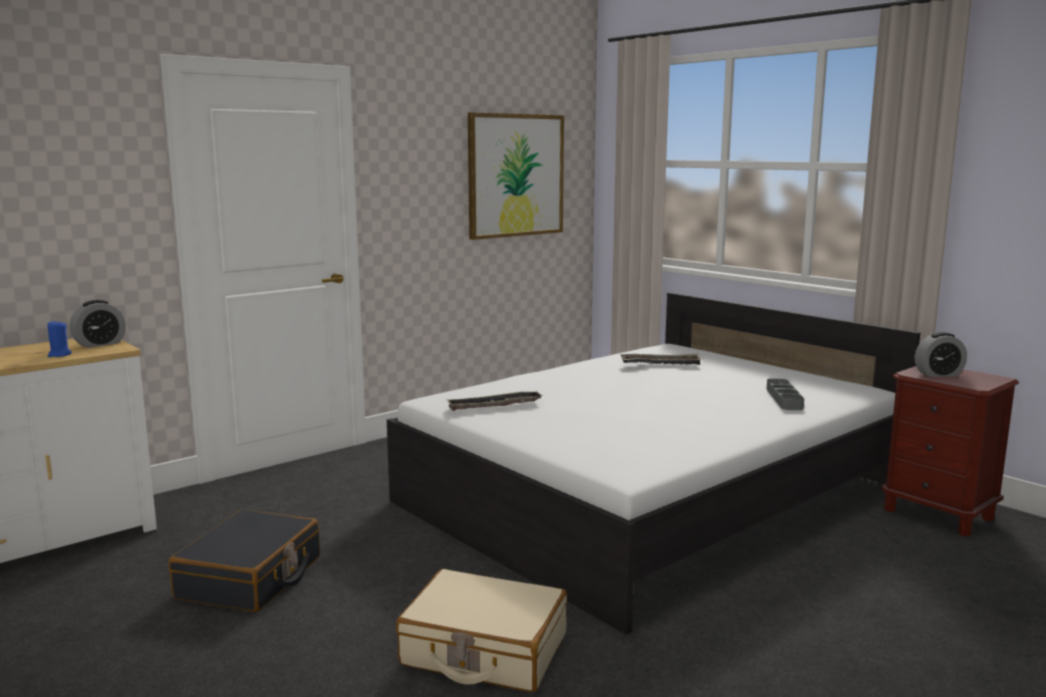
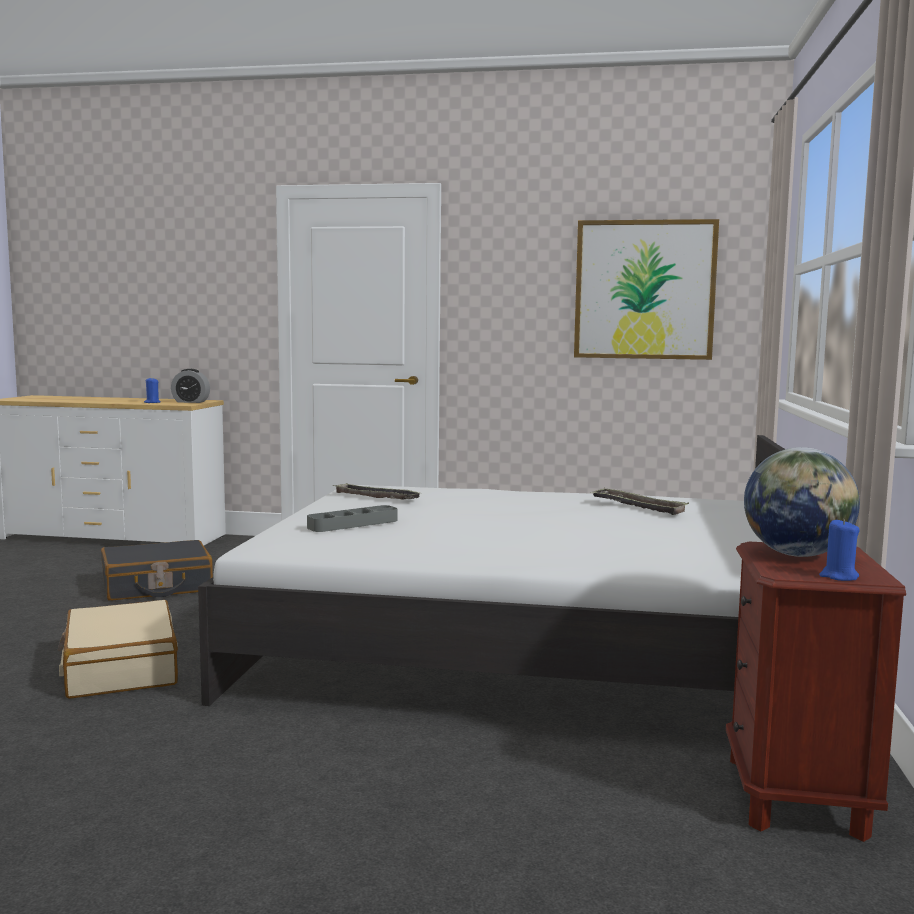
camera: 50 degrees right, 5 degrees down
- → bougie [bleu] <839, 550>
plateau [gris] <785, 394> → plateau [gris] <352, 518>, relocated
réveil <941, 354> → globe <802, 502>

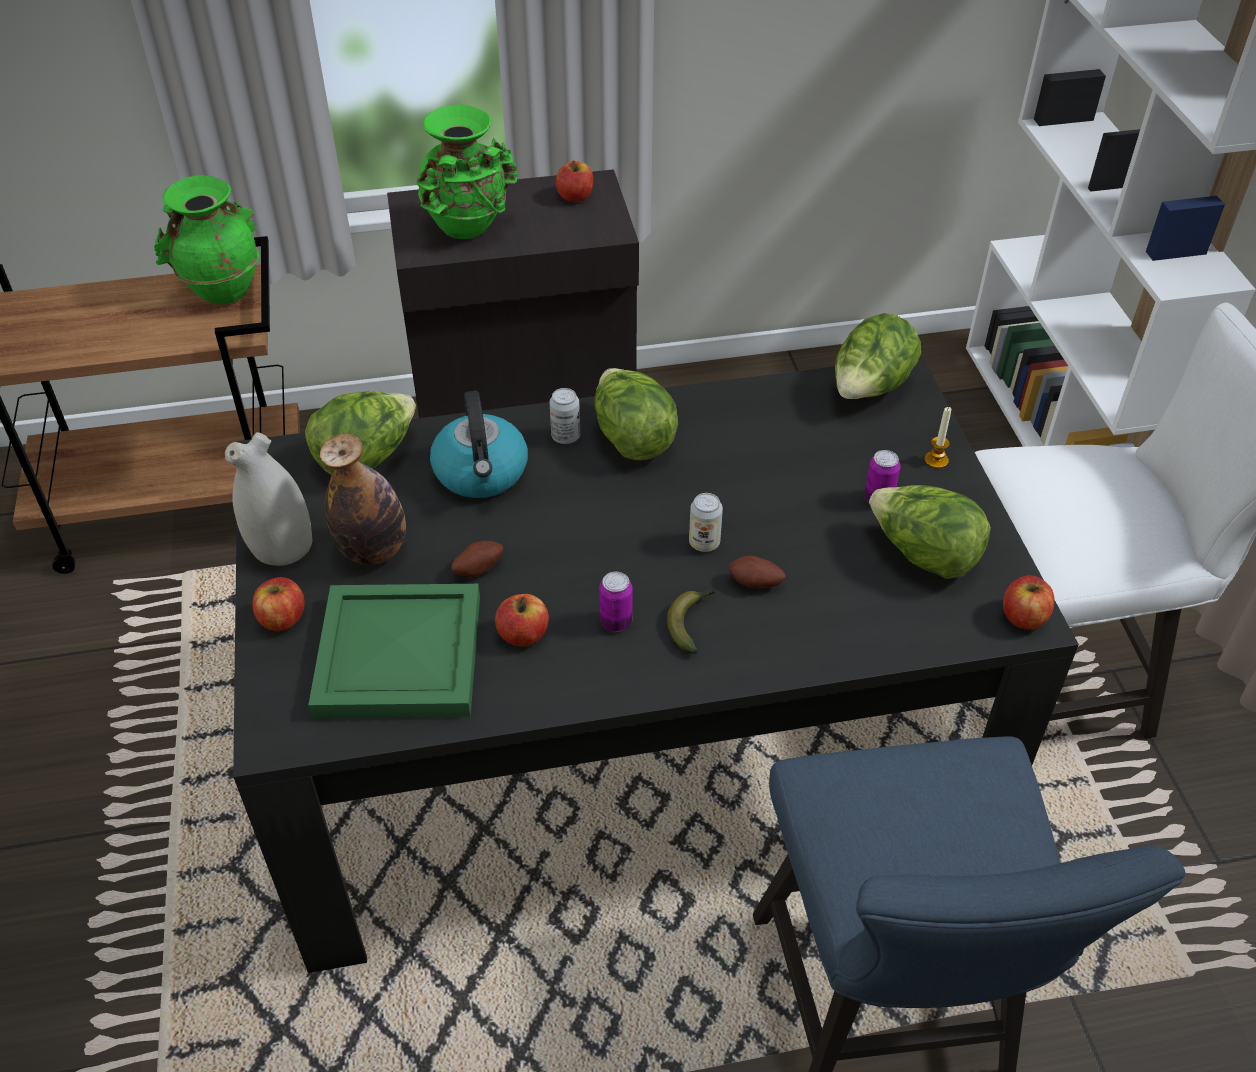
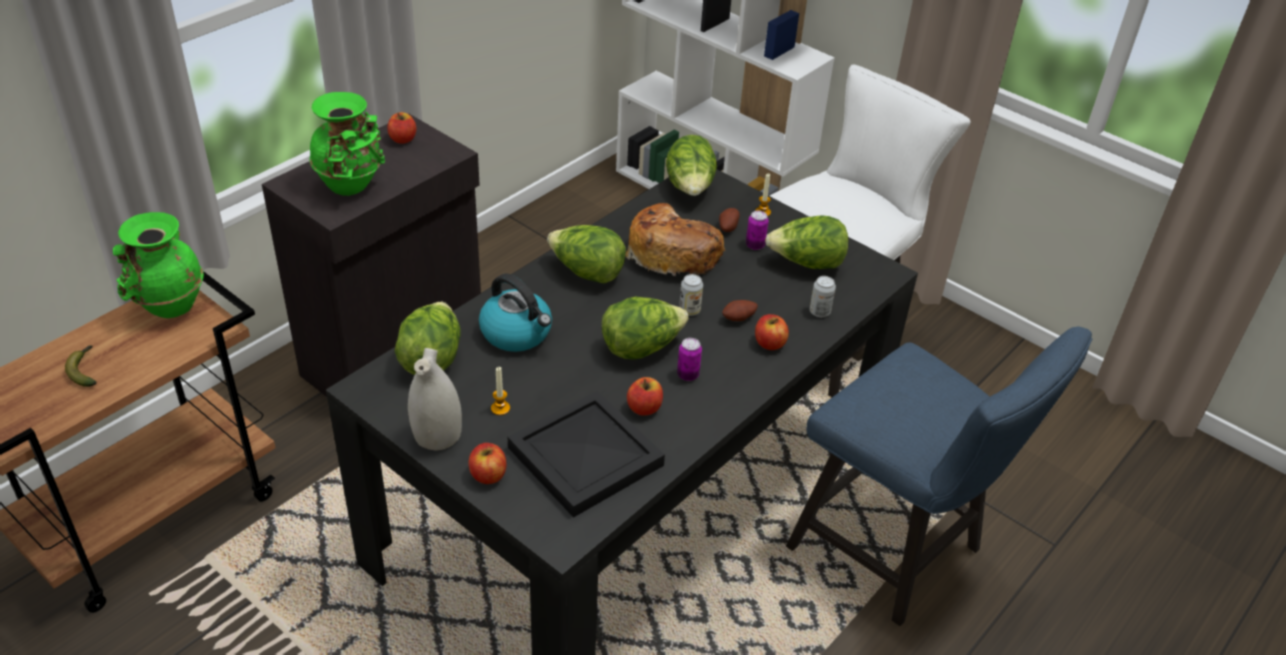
camera: 40 degrees left, 5 degrees down
- → laitue <645, 328>
- → pain <675, 239>
pomme de terre <477, 559> → pomme de terre <729, 220>, relocated
boîte métallique <565, 416> → boîte métallique <823, 296>, relocated
banane <691, 621> → banane <81, 366>, relocated
pomme <1029, 602> → pomme <772, 332>, relocated
bouteille <363, 499> → bougie <500, 391>
plateau [vert] <394, 651> → plateau [noir] <586, 454>

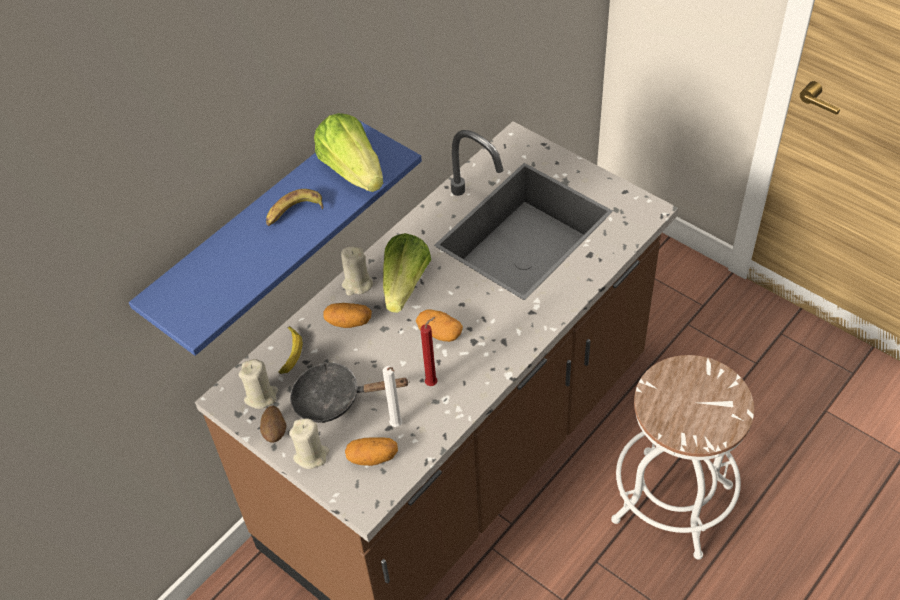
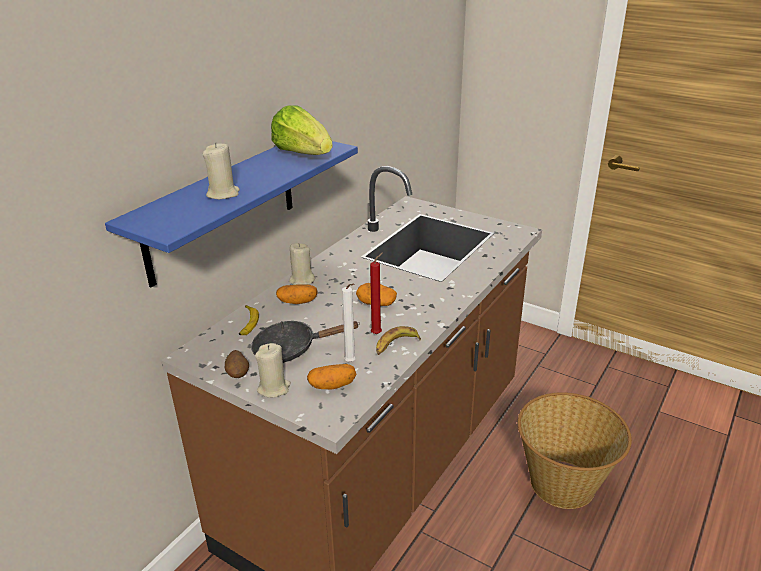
camera: 10 degrees left, 20 degrees down
laitue <407, 273> → -
bougie [beige] <258, 384> → bougie [beige] <221, 170>, relocated
banane <295, 207> → banane <398, 340>, relocated
tabouret [blanc] <682, 457> → panier <575, 450>

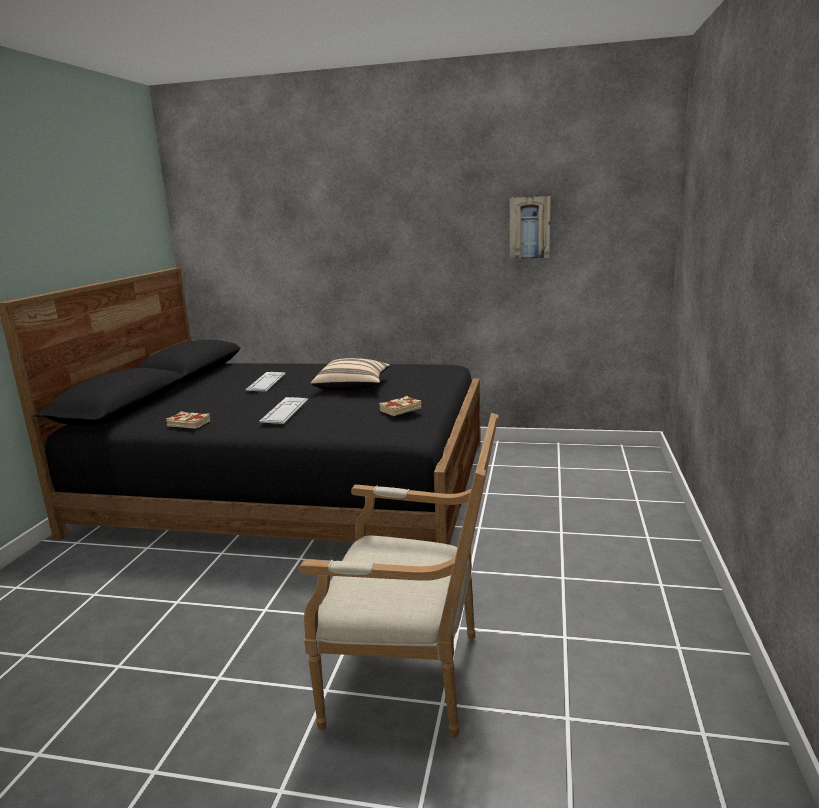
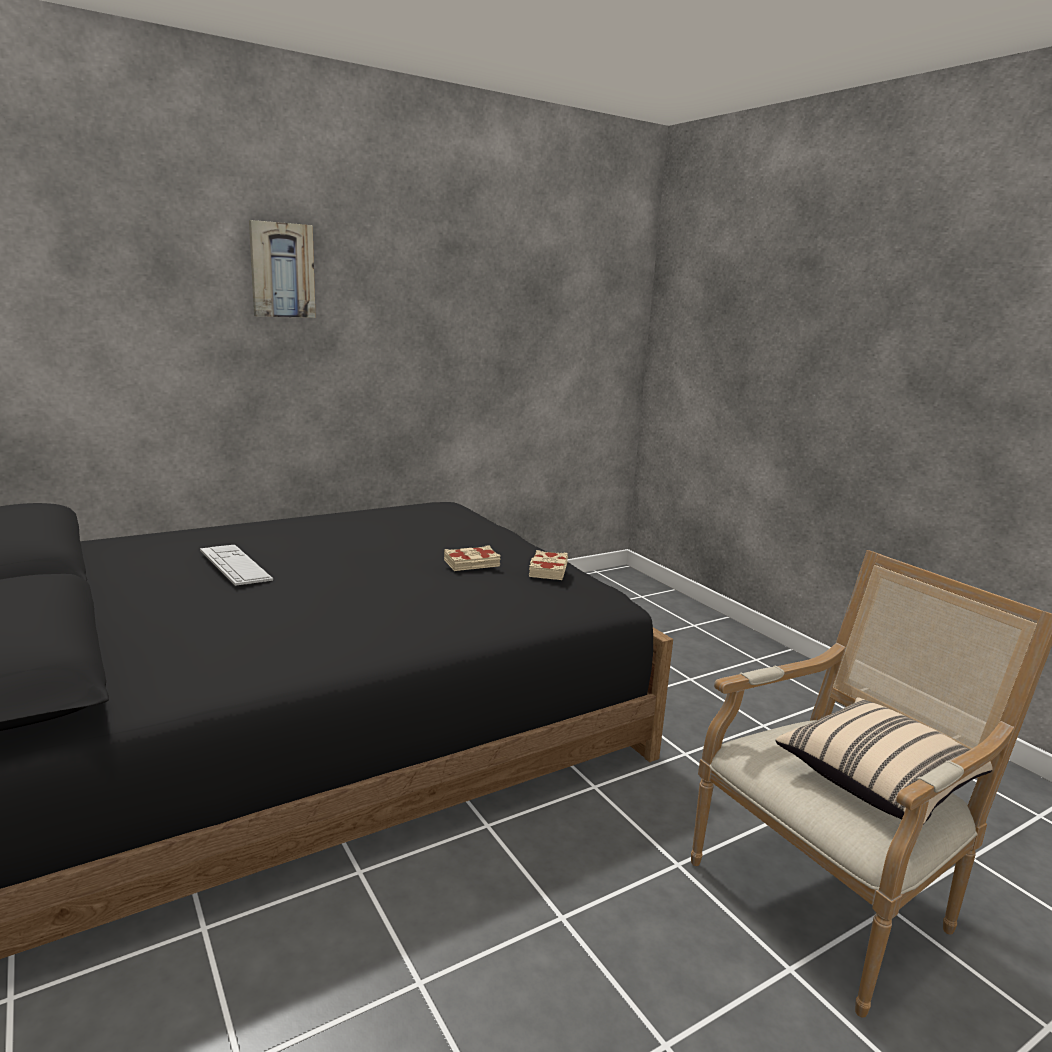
camera: 45 degrees left, 0 degrees up
clavier <283, 410> → -
livre [beige] <188, 420> → livre [beige] <472, 558>, relocated
coussin [beige] <350, 374> → coussin [beige] <884, 761>, relocated
tableau <530, 227> → tableau <282, 269>, relocated

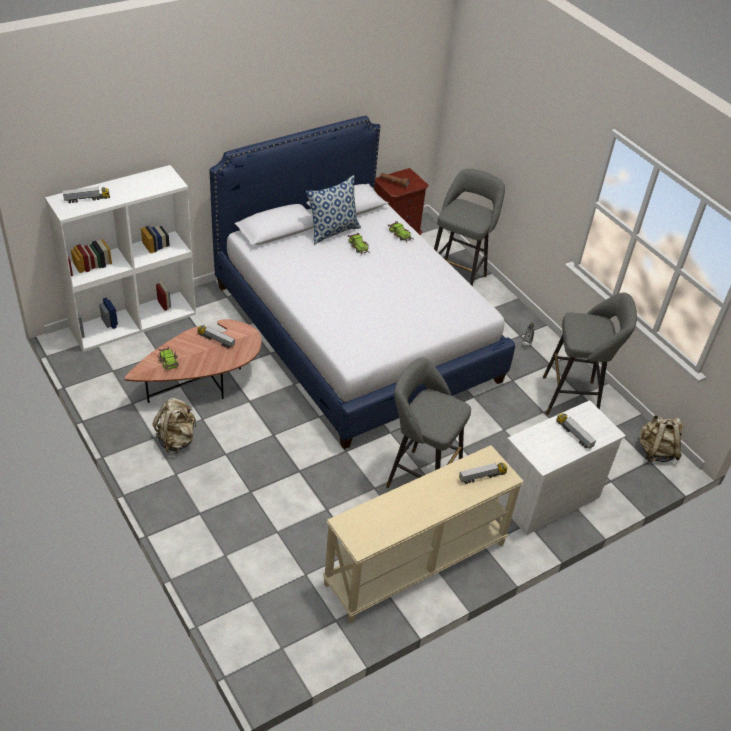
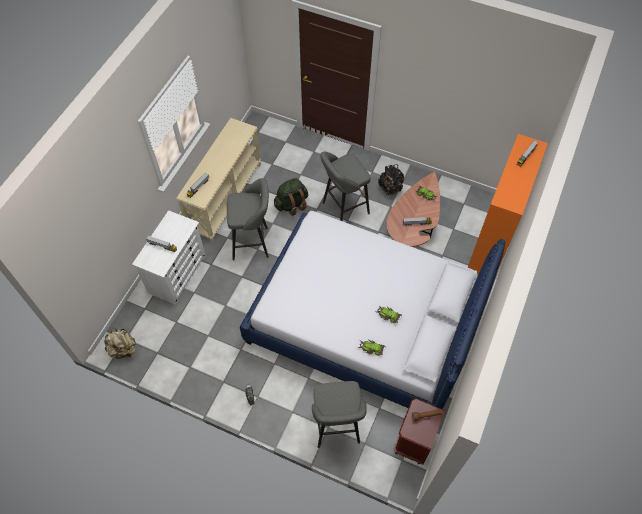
camera: 150 degrees right, 15 degrees up
coussin <333, 209> → -
- → sac à dos [vert] <291, 197>
tabouret [gris] <590, 354> → tabouret [gris] <345, 186>, relocated
bibliothèque [blanc] <120, 258> → bibliothèque [orange] <508, 204>
sac à dos [beige] <174, 425> → sac à dos [noir] <391, 179>

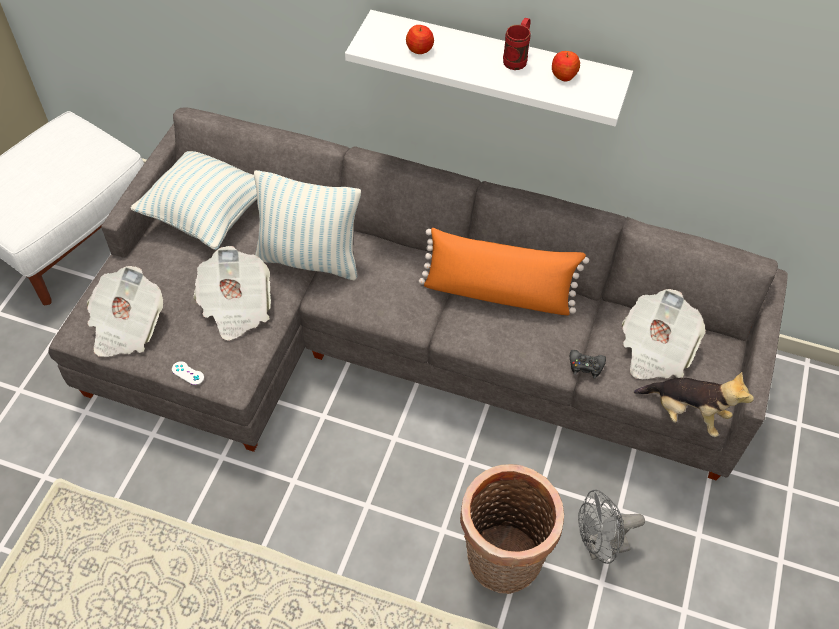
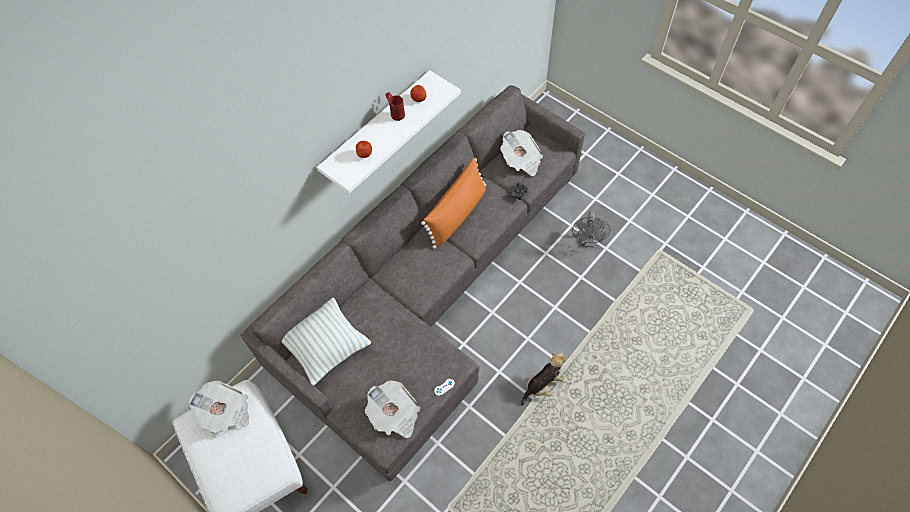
camera: 65 degrees left, 5 degrees up
coussin <307, 225> → -
panier <512, 529> → -
journal <232, 293> → journal <219, 407>, relocated
peluche <694, 404> → peluche <544, 379>, relocated

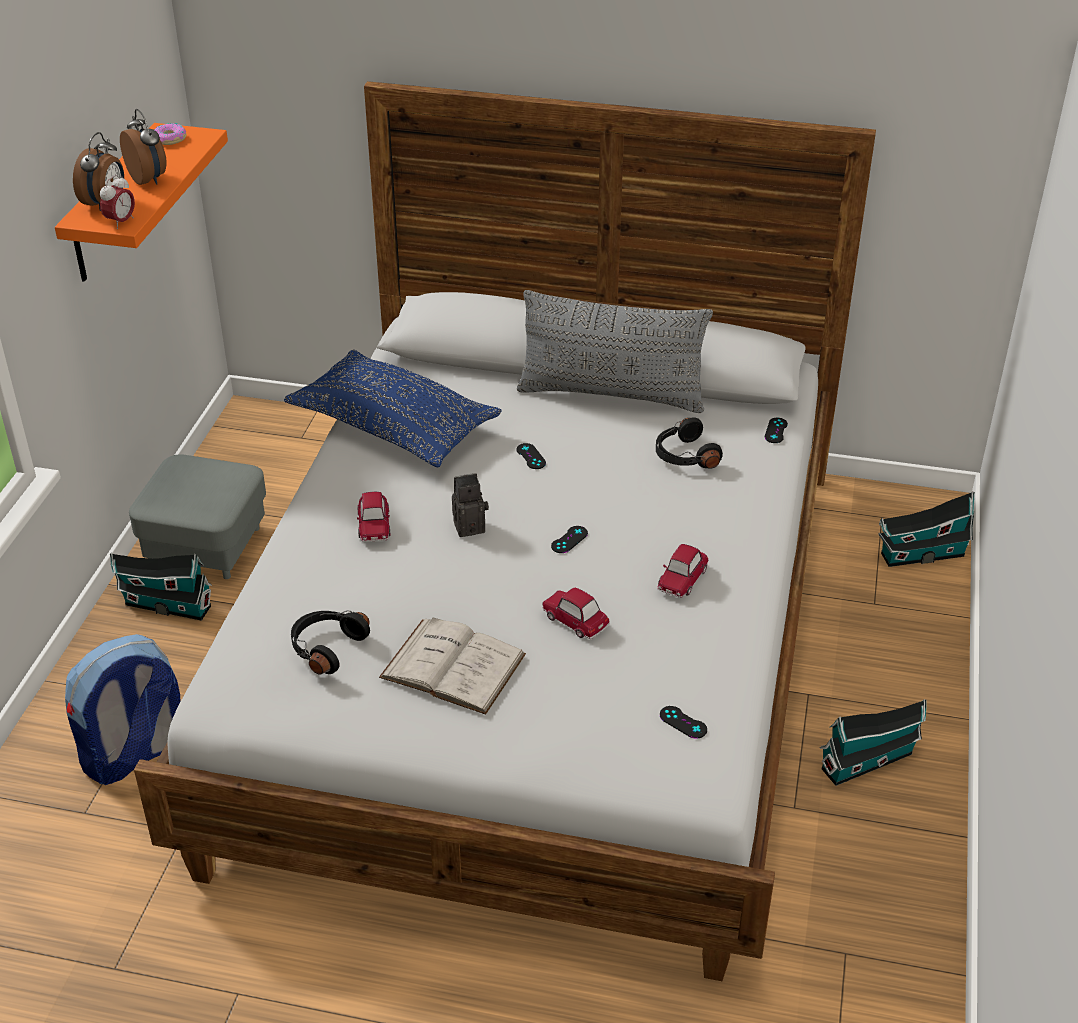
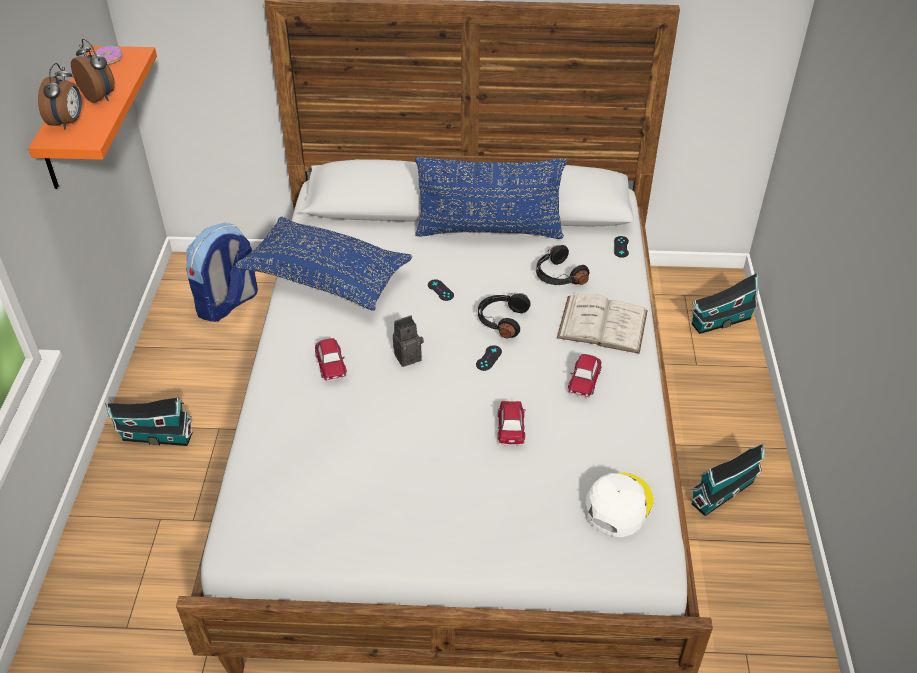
camera: 10 degrees left, 5 degrees up
réveil <117, 202> → -
pouf [gris] <197, 516> → -
sac à dos <122, 709> → sac à dos <222, 272>, relocated
casque audio [noir] <330, 642> → casque audio [noir] <504, 315>, relocated
livre [blanc] <452, 666> → livre [blanc] <602, 323>, relocated
manette [noir] <683, 722> → casquette [blanc] <618, 504>
coussin [gris] <615, 351> → coussin [bleu] <491, 197>
petite voiture <576, 613> → petite voiture <511, 423>, 60 degrees clockwise

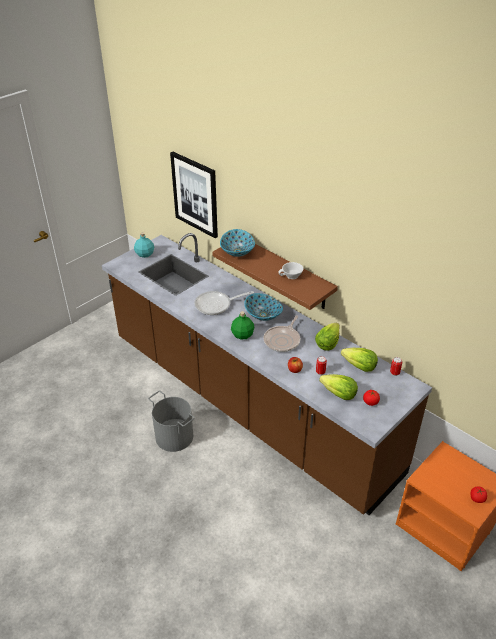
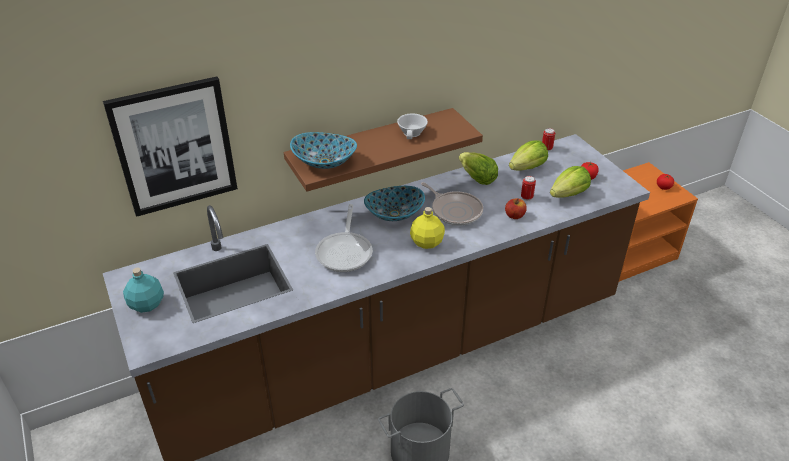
camera: 70 degrees left, 0 degrees up
bouteille [vert] <243, 325> → bouteille [jaune] <427, 228>

